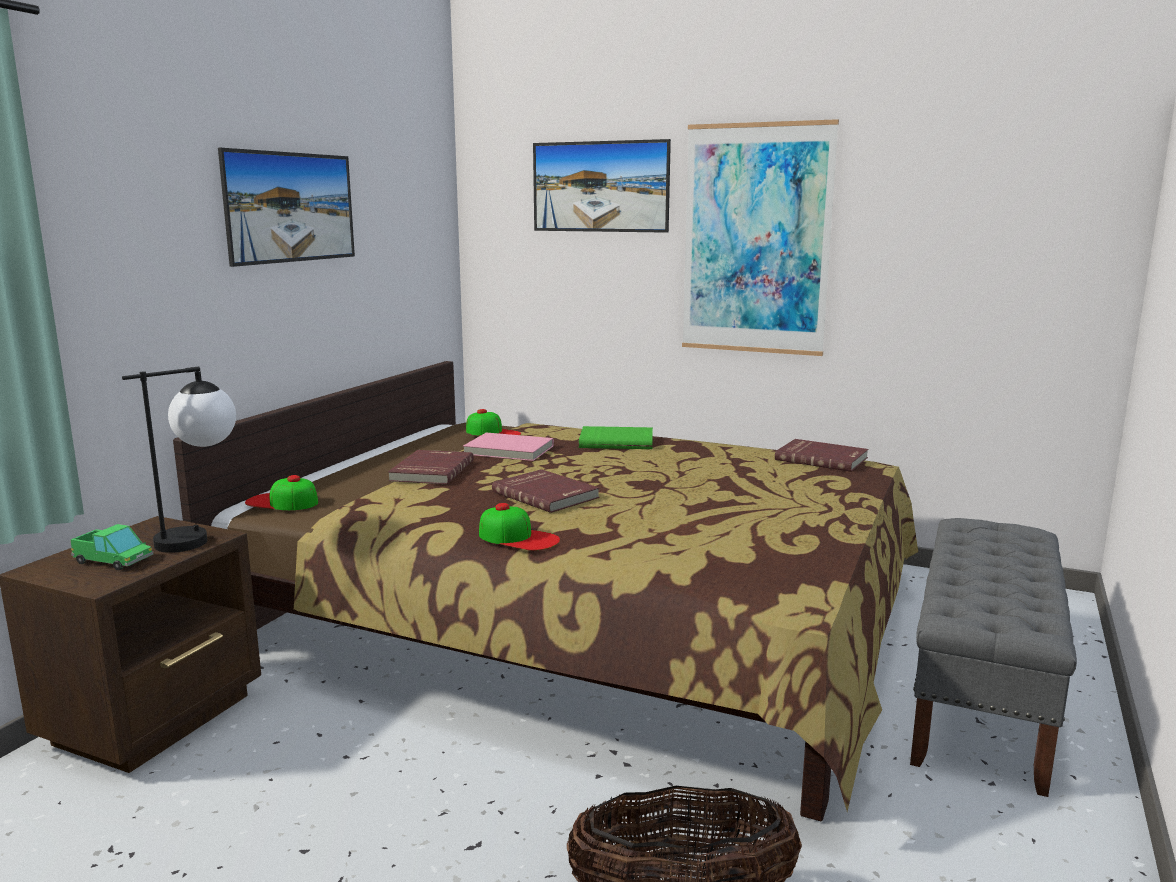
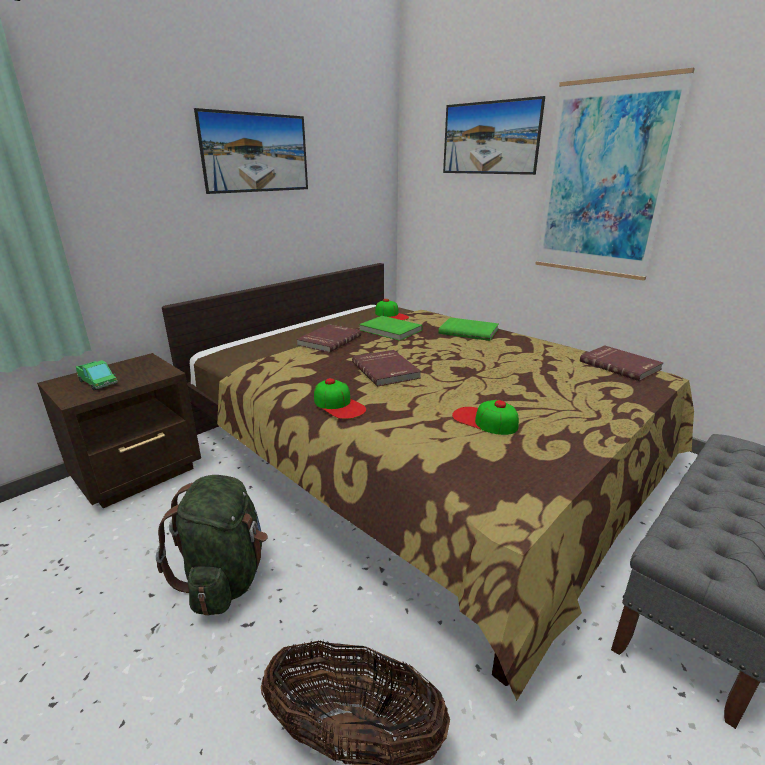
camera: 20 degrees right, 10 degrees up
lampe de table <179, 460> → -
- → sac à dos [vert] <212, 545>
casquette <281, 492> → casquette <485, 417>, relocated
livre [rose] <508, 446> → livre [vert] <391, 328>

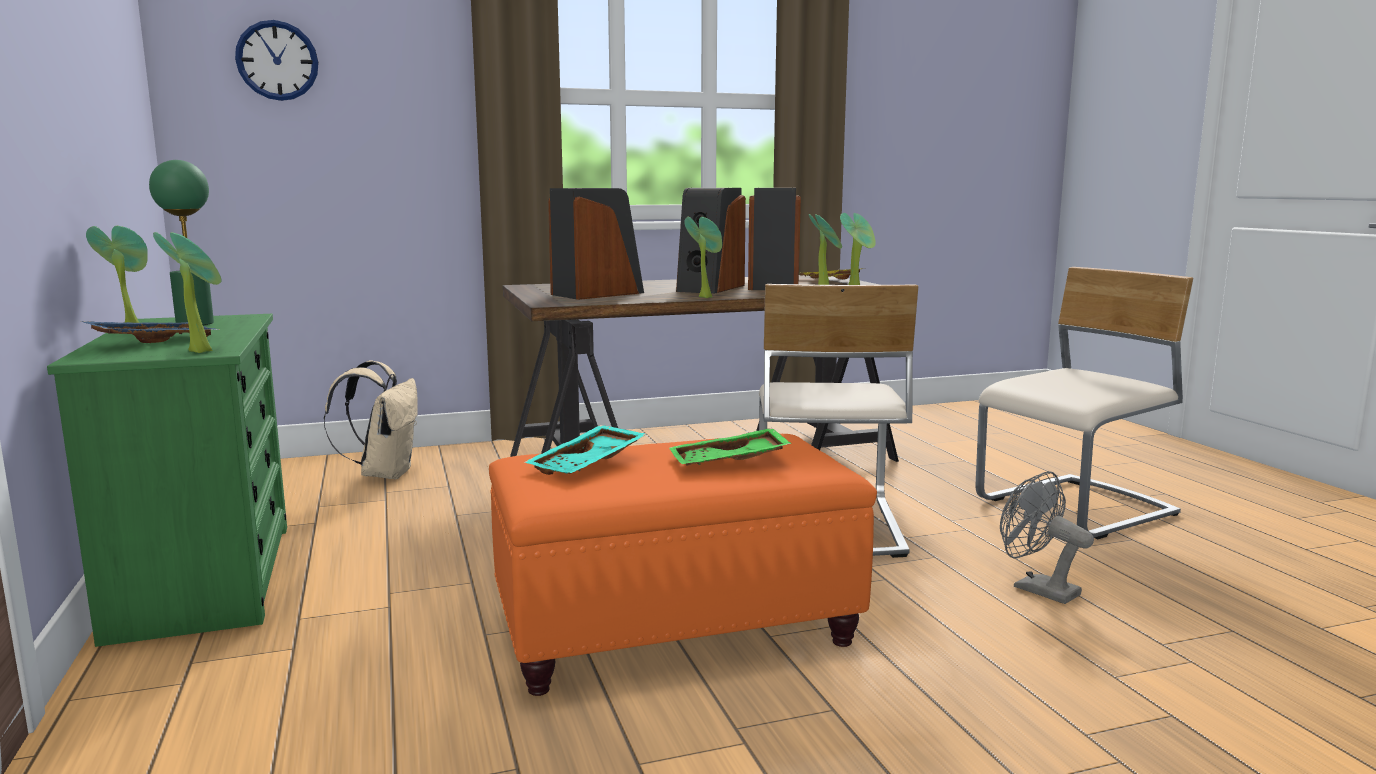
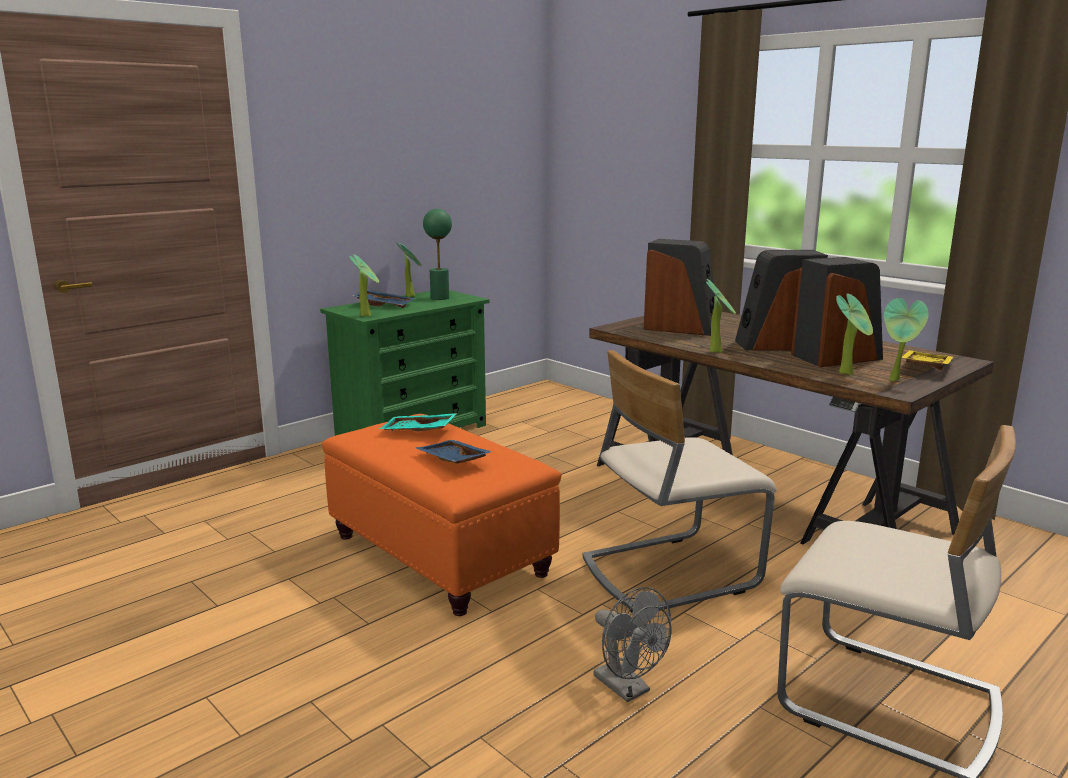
camera: 65 degrees right, 5 degrees up
horloge murale <277, 60> → -
sac à dos [beige] <371, 420> → -
plateau [vert] <730, 446> → plateau [bleu] <454, 452>
ventilateur [gris] <1047, 537> → ventilateur [gris] <632, 644>, 120 degrees clockwise

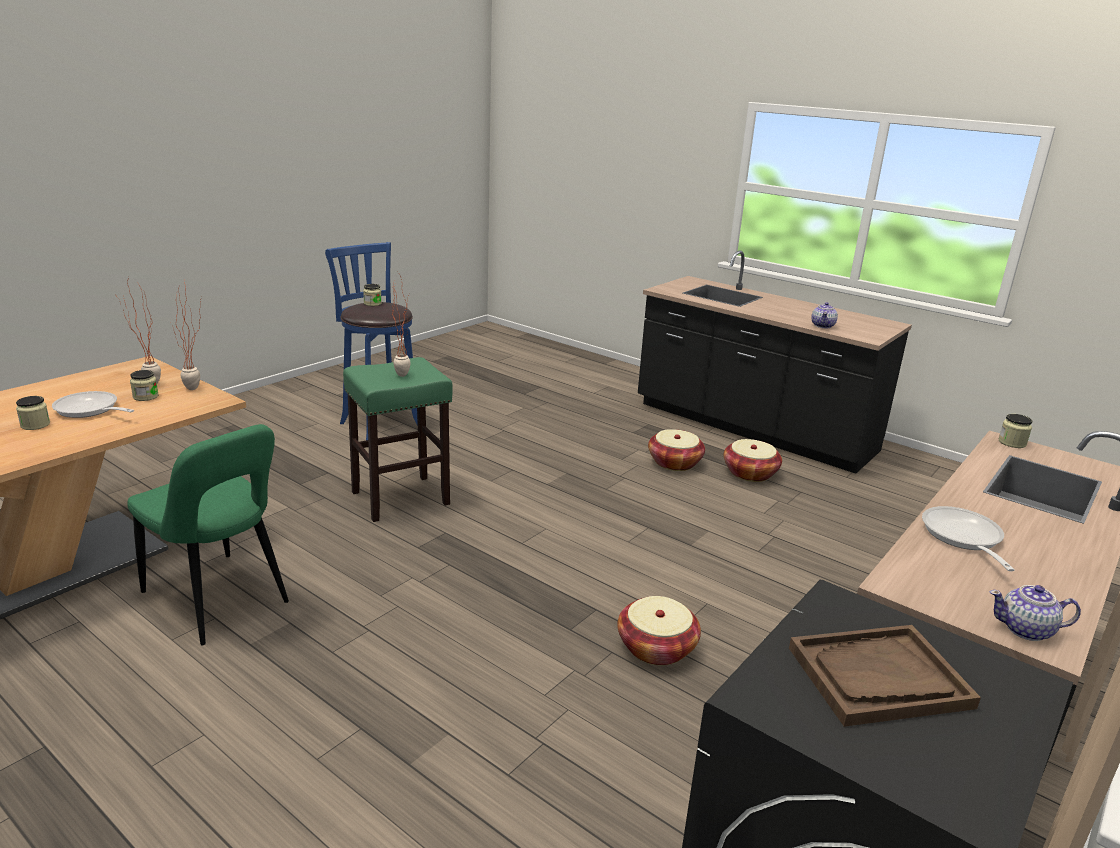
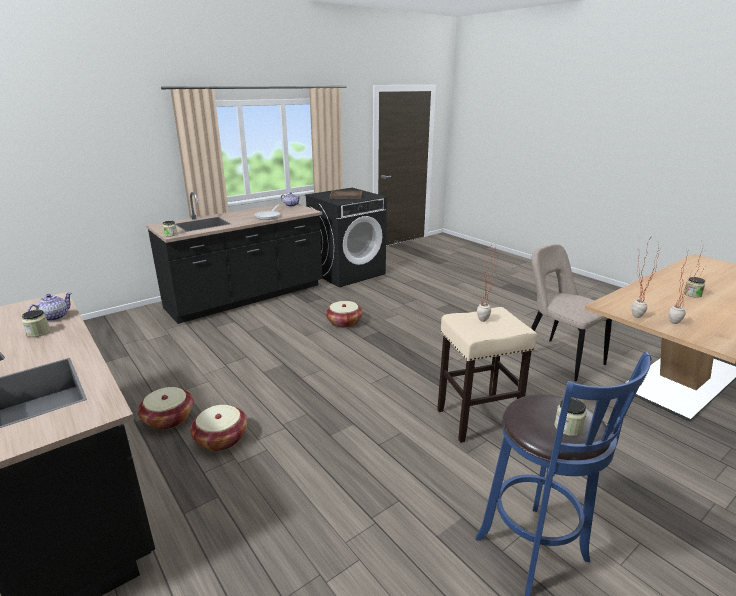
camera: 165 degrees left, 0 degrees up
poêle <93, 404> → -
bocal <144, 385> → bocal <36, 323>, relocated
chaise [vert] <208, 534> → chaise [beige] <566, 312>
tabouret [vert] <397, 439> → tabouret [beige] <487, 375>

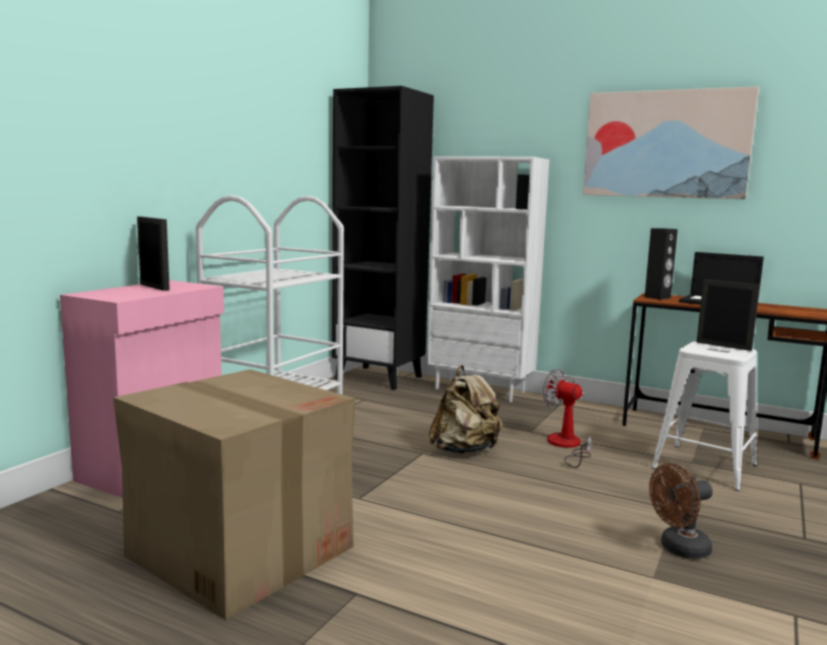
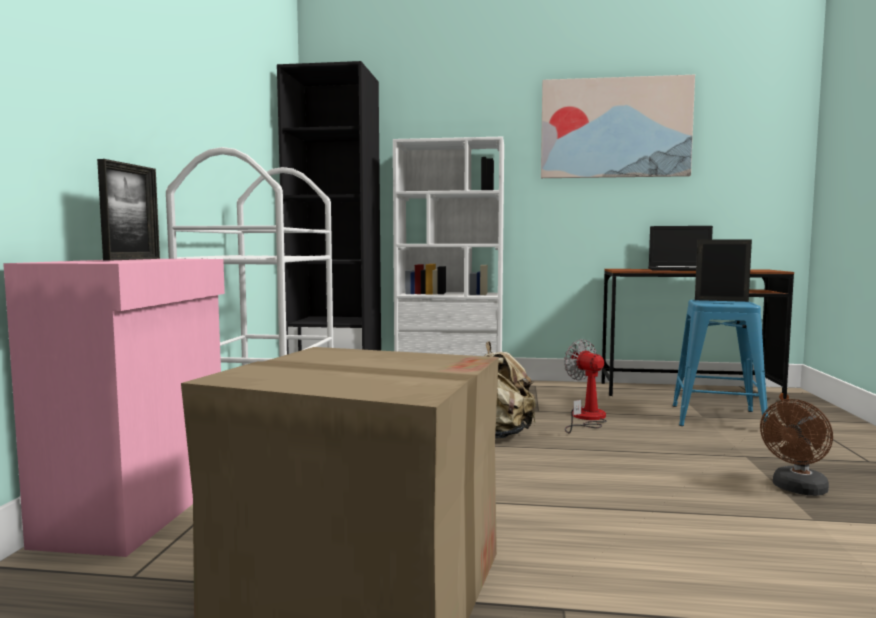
camera: 20 degrees left, 5 degrees down
enceinte [noir] <661, 264> → -
tabouret [blanc] <704, 416> → tabouret [bleu] <720, 363>
cadre photo <153, 254> → cadre photo <128, 210>, 75 degrees clockwise
ventilateur <567, 418> → ventilateur <585, 386>, 45 degrees clockwise

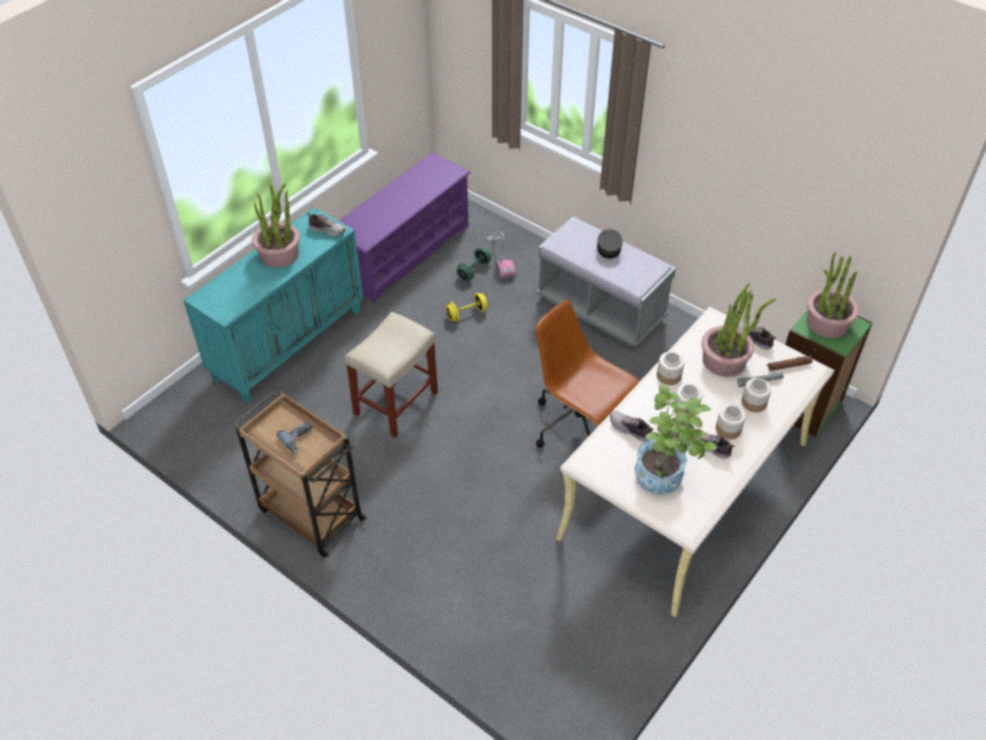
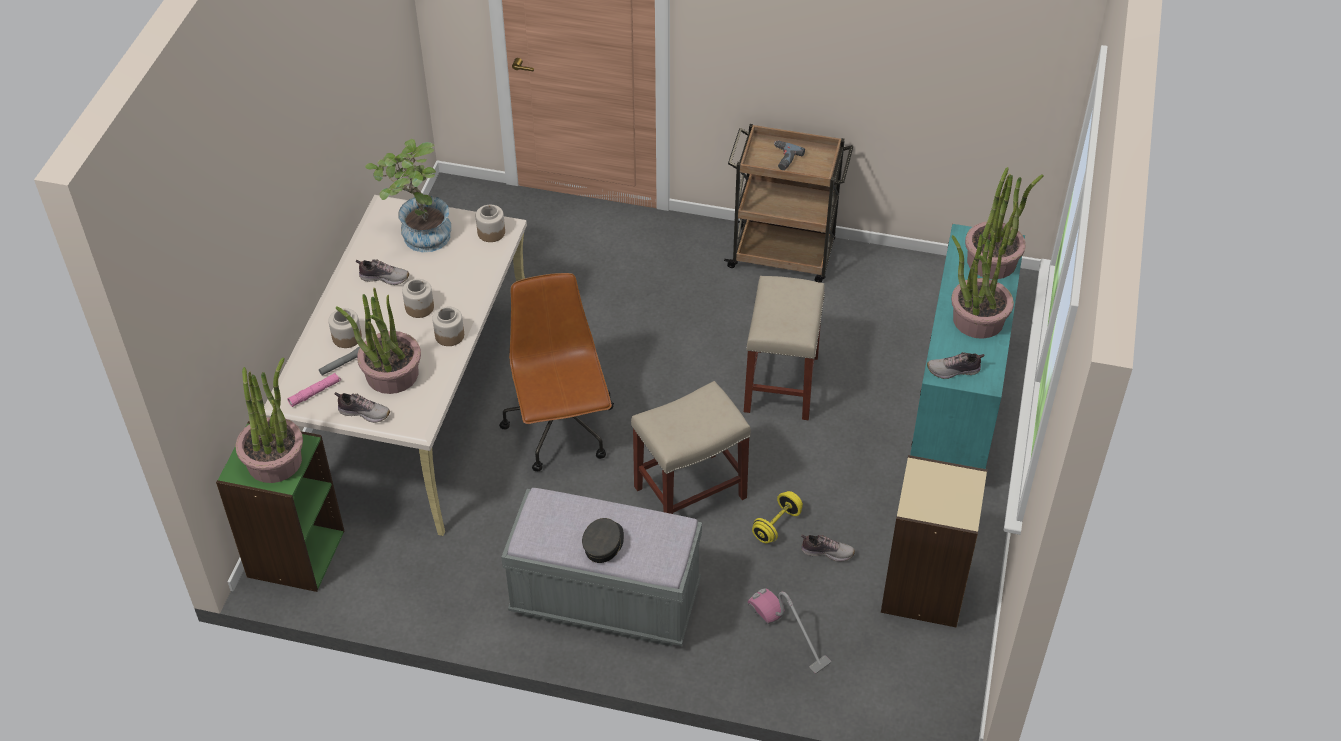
camera: 155 degrees right, 0 degrees up
haltère [vert] <474, 264> → -
- → tabouret [beige] <691, 447>
- → plante en pot <1004, 223>
chaussure <632, 426> → chaussure <828, 548>, relocated
bocal <731, 422> → bocal <490, 223>, relocated
étagère à chaussures [violet] <405, 228> → bibliothèque [beige] <934, 541>
lampe de poche [marron] <789, 363> → lampe de poche [rose] <314, 390>
chaise de bureau [marron] <587, 374> → chaise de bureau [marron] <556, 372>, 120 degrees counterclockwise
casquette [gris] <610, 244> → casquette [gris] <603, 540>, 135 degrees counterclockwise

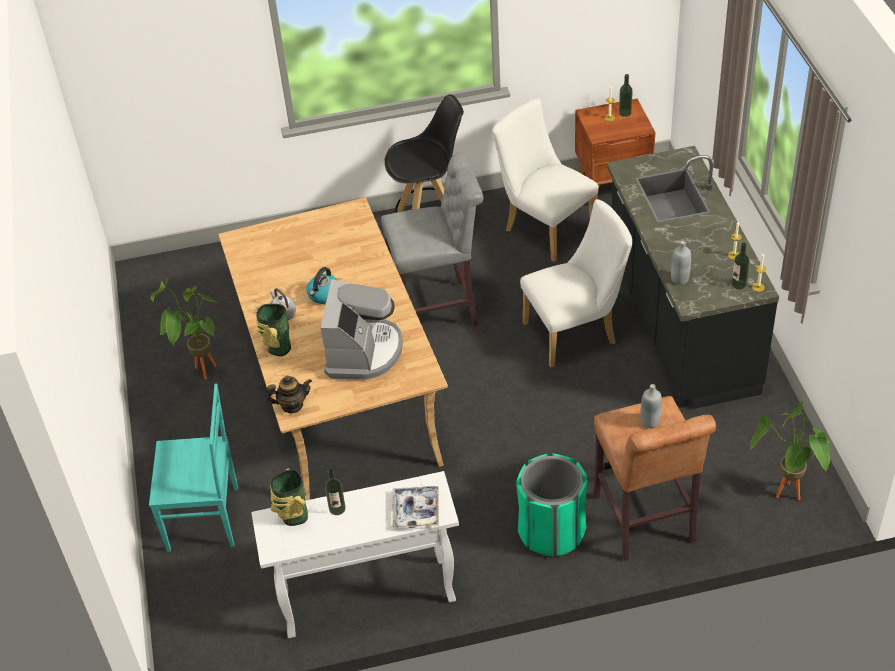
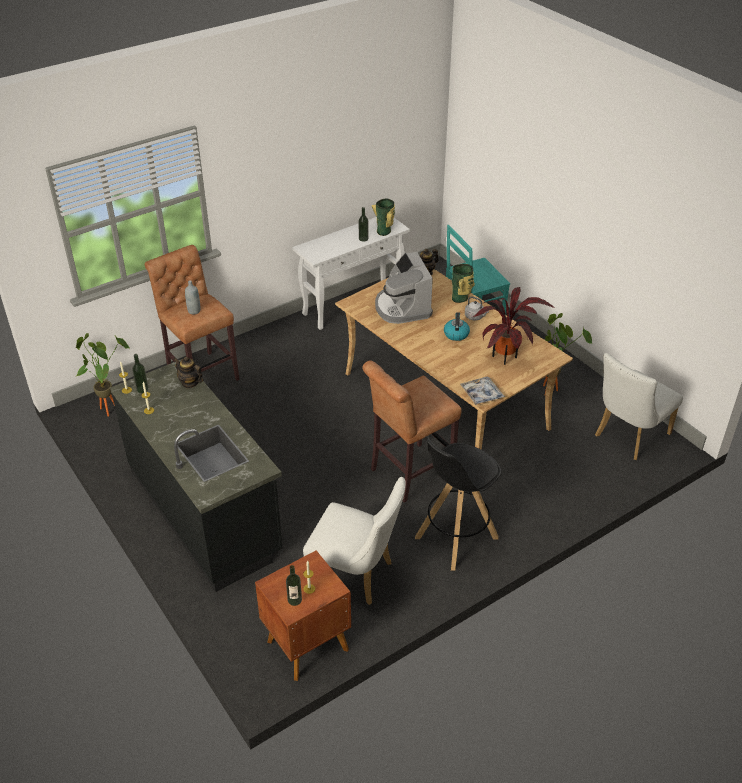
camera: 155 degrees right, 5 degrees down
poubelle [vert] <552, 504> → -
- → plante en pot <514, 326>
plateau <415, 507> → plateau <482, 390>, relocated
chaise [blanc] <576, 283> → chaise [blanc] <639, 406>, relocated
bouteille [gris] <681, 263> → théière <188, 372>
tabouret [gris] <432, 239> → tabouret [marron] <412, 431>

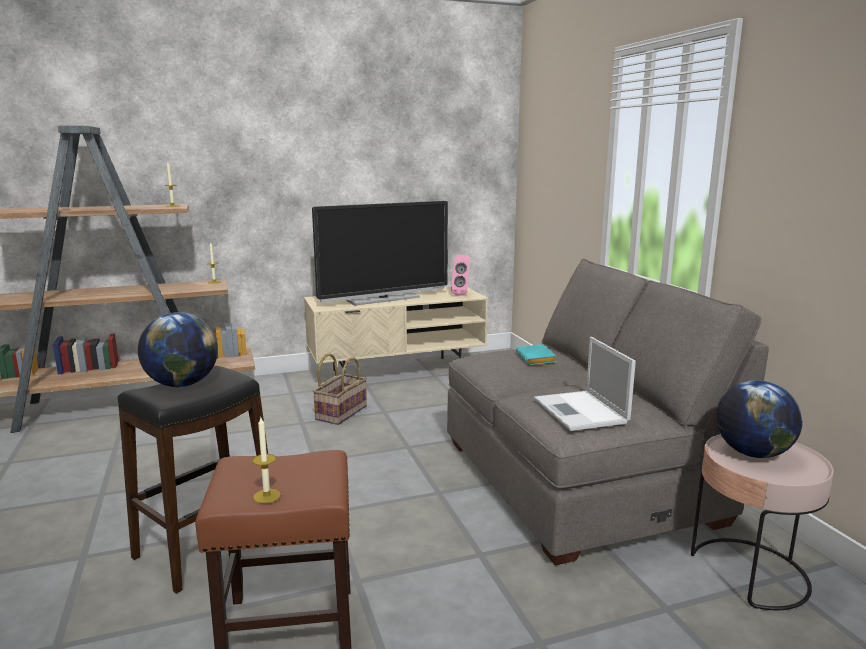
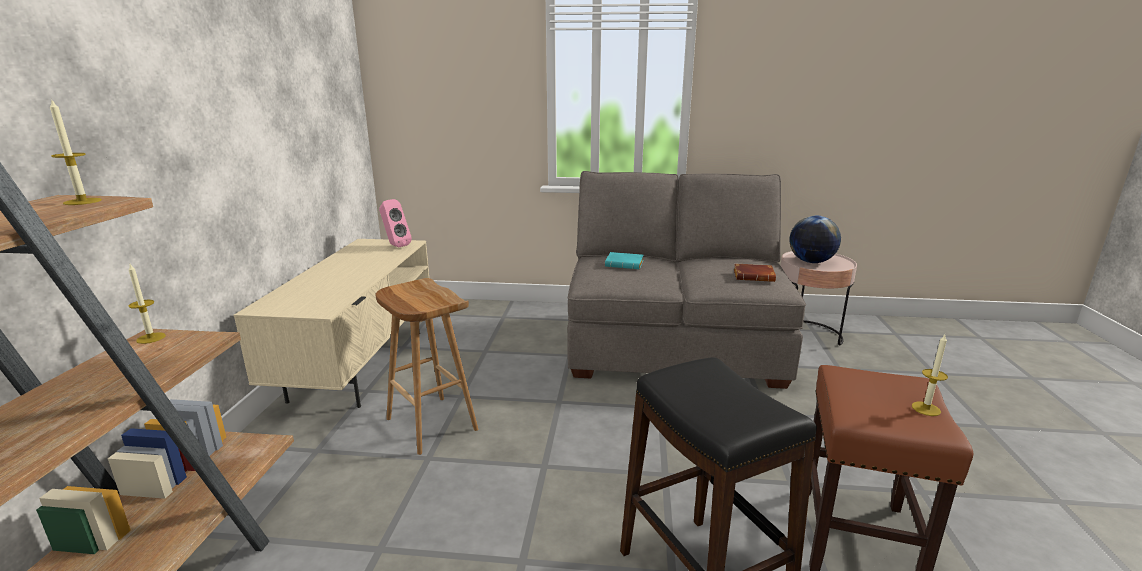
camera: 65 degrees left, 5 degrees up
globe <178, 349> → -
téléviseur <380, 253> → -
panier <340, 389> → tabouret [marron] <426, 366>
ordinateur portable <585, 384> → livre [marron] <755, 272>

